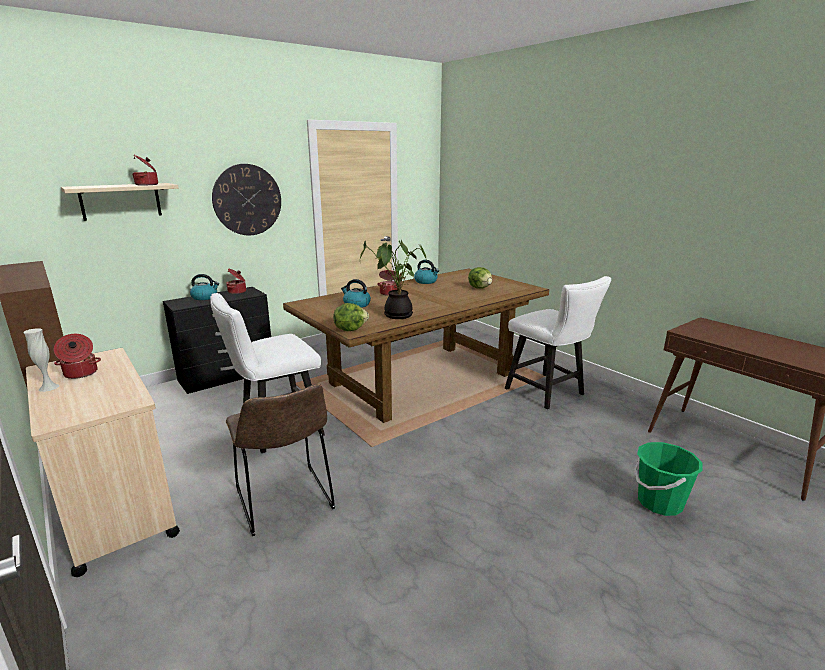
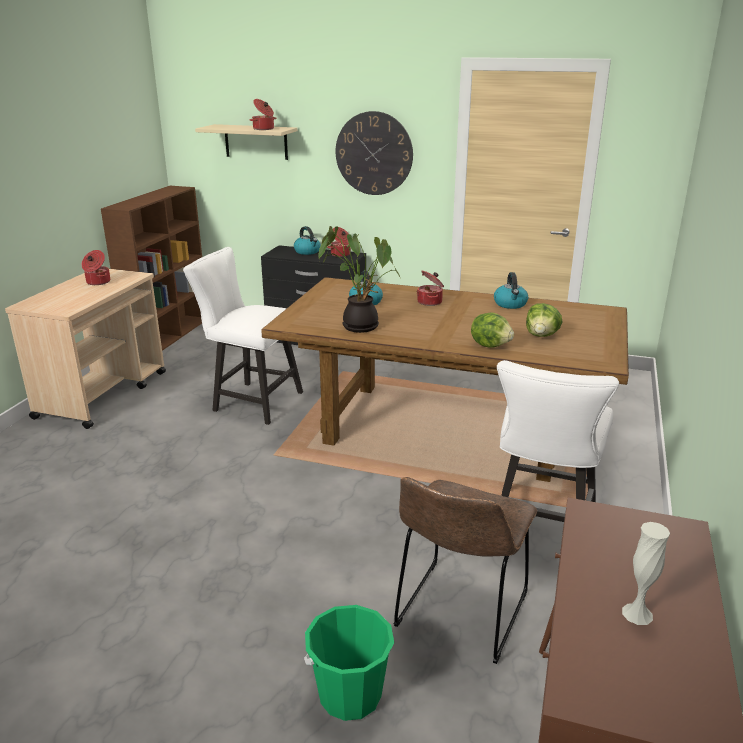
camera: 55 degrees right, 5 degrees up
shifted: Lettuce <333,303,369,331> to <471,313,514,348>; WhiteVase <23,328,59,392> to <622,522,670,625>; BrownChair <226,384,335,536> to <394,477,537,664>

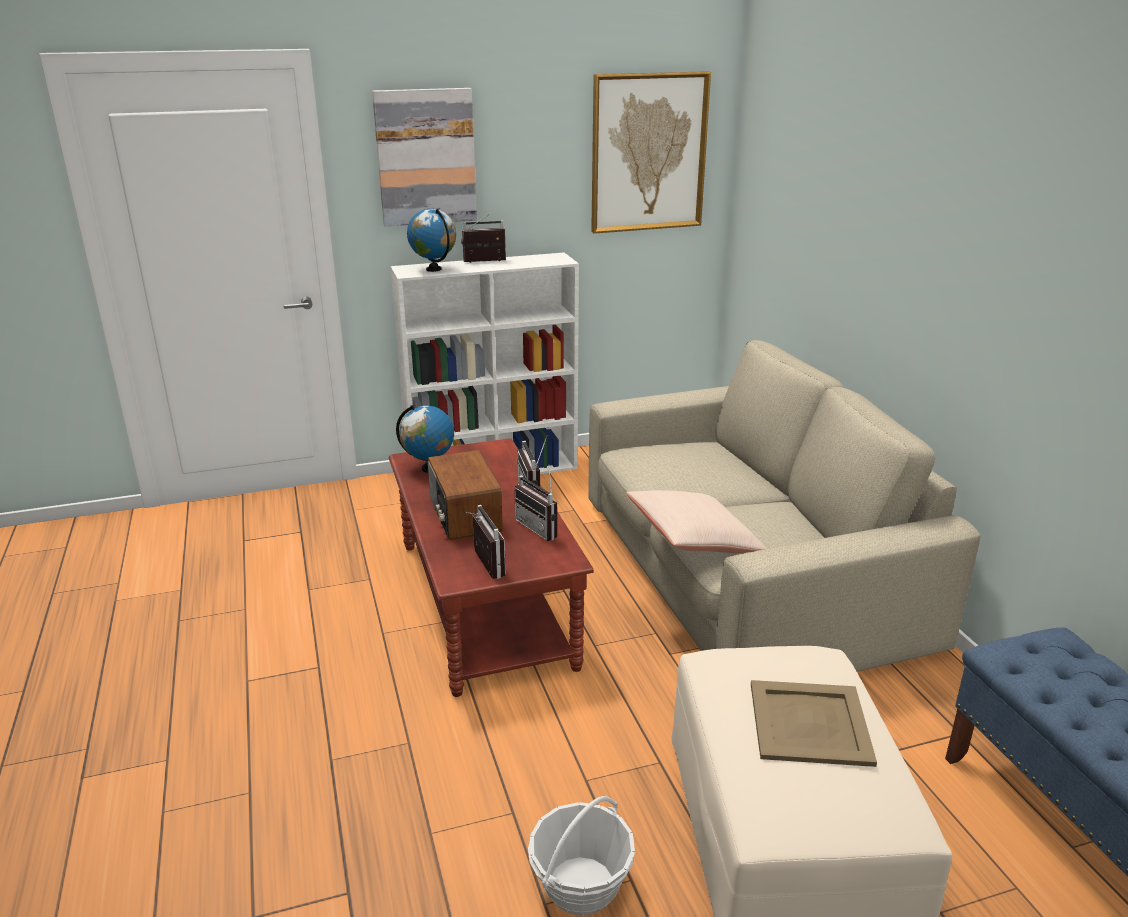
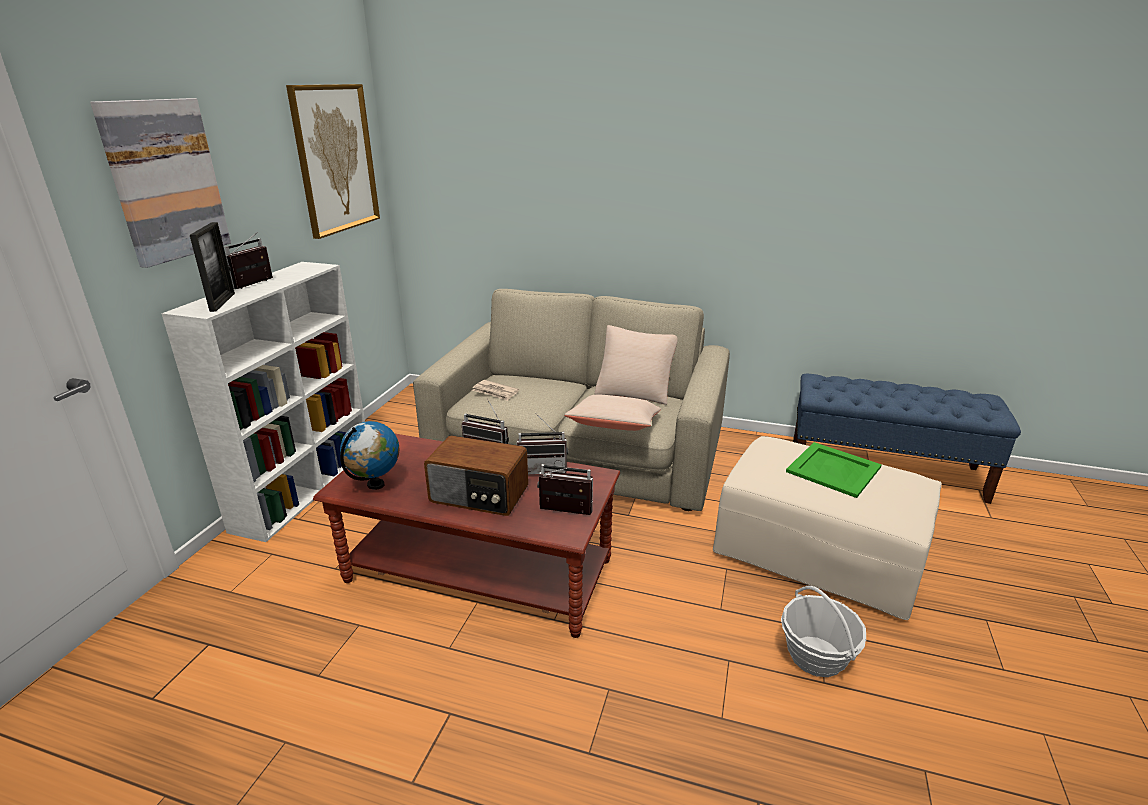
camera: 55 degrees left, 0 degrees up
new: BeigePillow <595,325,678,405>; Newspaper <472,380,519,401>
swapped: Globe <407,209,456,272> to PictureFrame <190,222,235,312>
repainted: BeigeTray <751,680,877,767> to GreenTray <786,442,882,498>

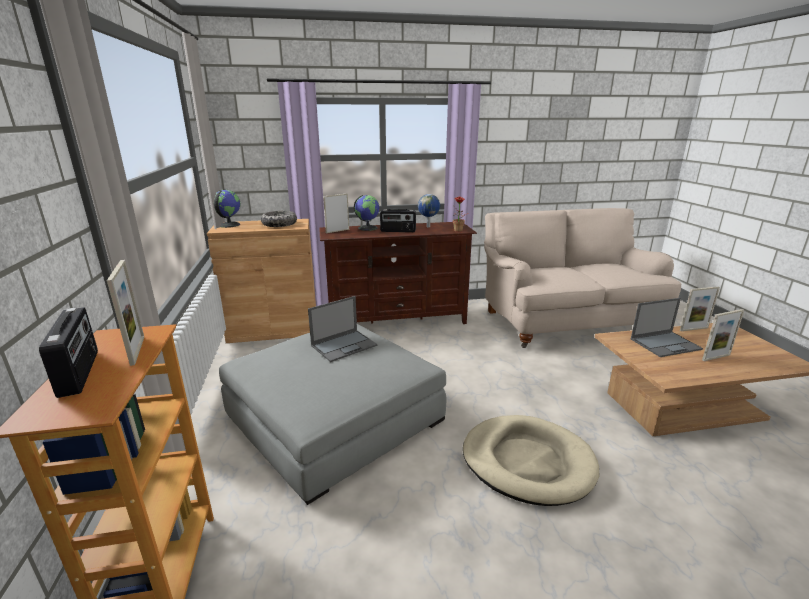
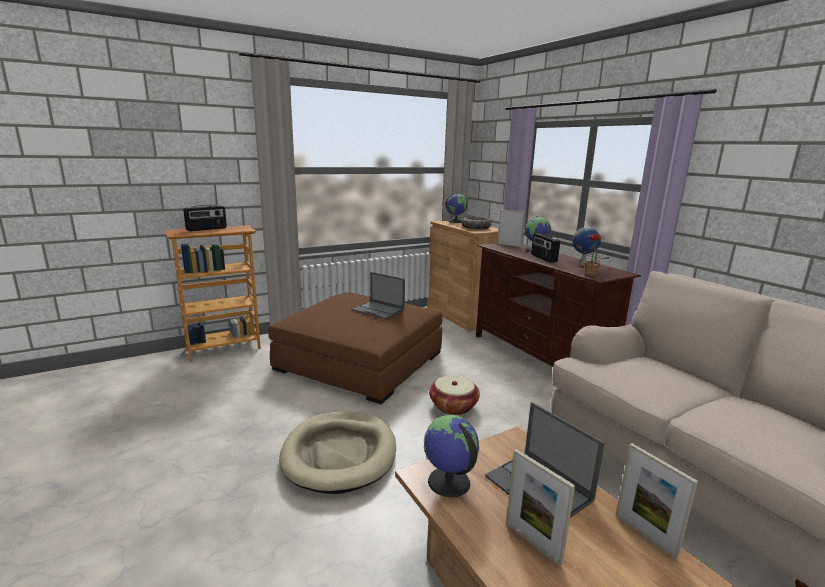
camera: 70 degrees right, 5 degrees down
gone: PictureFrame <107,260,144,366>
new: Basket <429,375,480,415>; Globe <424,415,479,497>
repainted: GreyOttoman <219,324,446,505> to BrownOttoman <268,293,442,404>

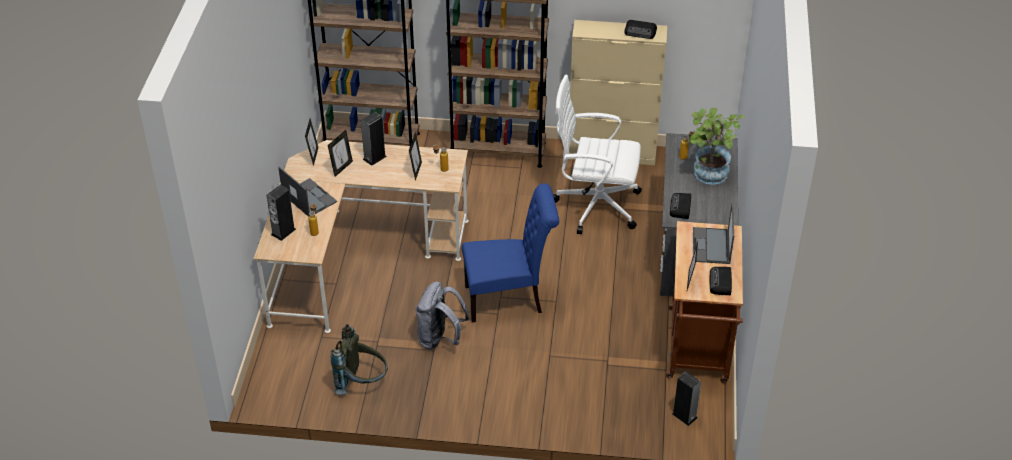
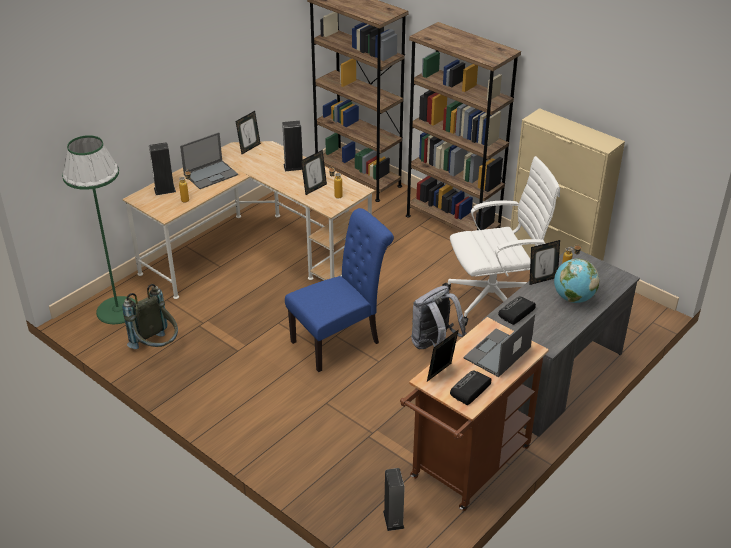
camera: 35 degrees right, 5 degrees down
gone: Radio <624,20,657,39>
new: GreenFloorLamp <62,135,136,324>
shifted: PictureFrame <328,130,353,177> to <529,240,560,285>; GreyBackpack <415,281,470,350> to <411,286,466,349>
swapped: PottedPlant <689,108,744,185> to Globe <554,259,599,303>
rotated: WhiteOfficeChair <553,75,642,234> = <442,156,560,326> 120 degrees clockwise; Laptop <278,167,337,217> = <180,132,238,189> 60 degrees clockwise; BlueChair <462,184,559,322> = <285,208,394,372> 60 degrees counterclockwise

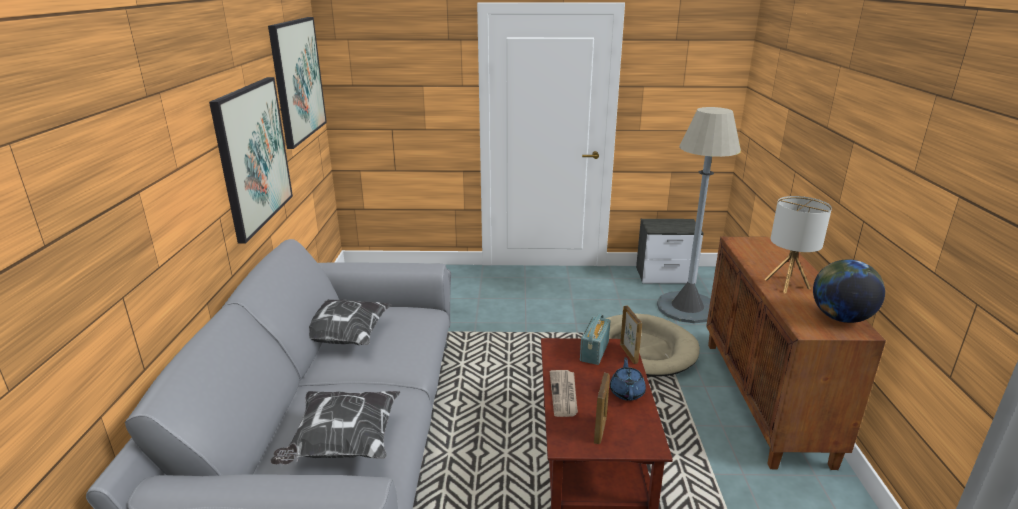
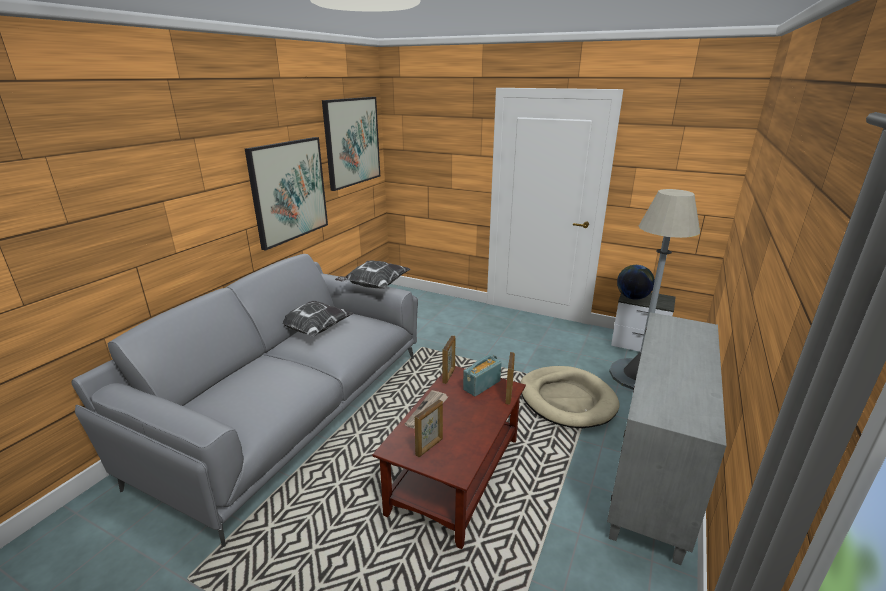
camera: 25 degrees right, 0 degrees up
gone: TableLamp <764,196,832,293>; BlueTeapot <610,357,646,401>
new: PictureFrame <442,336,455,384>
shifted: Globe <813,259,885,323> to <617,265,655,300>; Pillow <270,391,400,465> to <335,261,410,289>
repainted: BrownCabinet <706,237,886,470> to GreyCabinet <607,312,727,565>

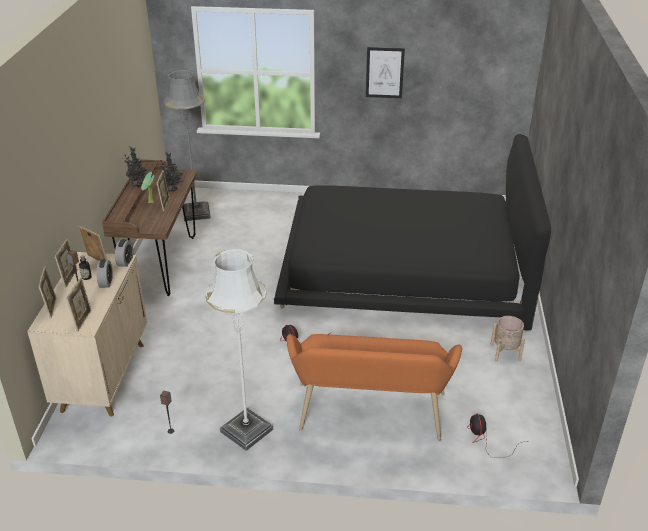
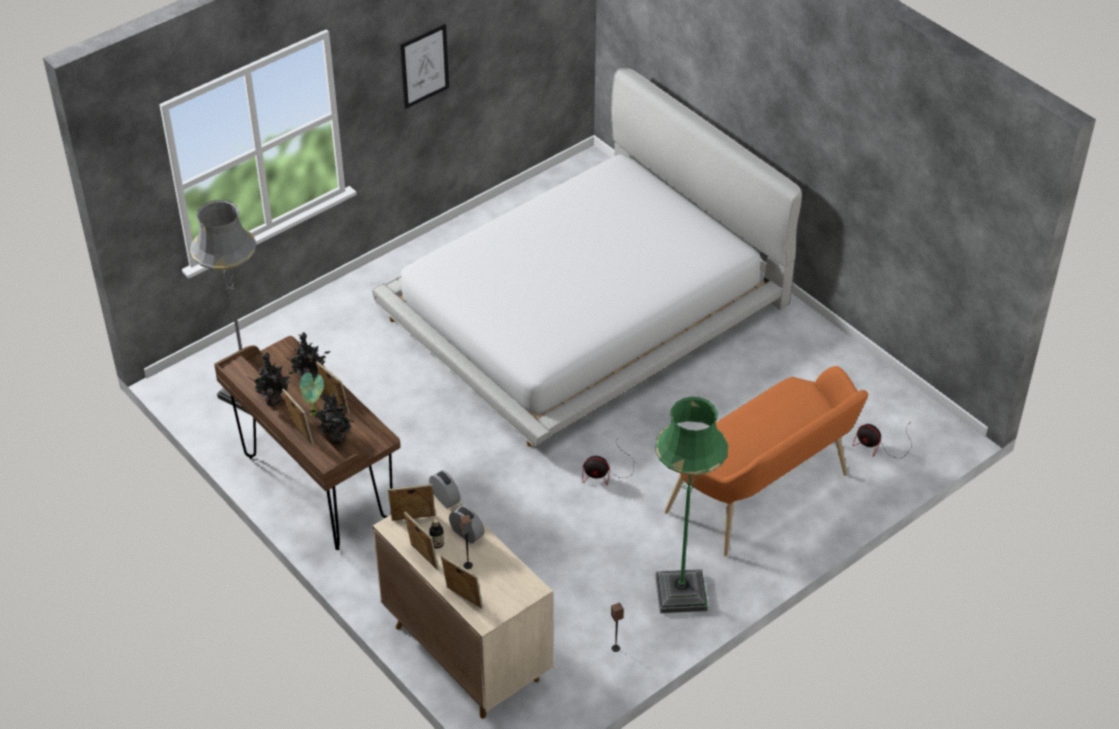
camera: 45 degrees left, 10 degrees up
gone: BeigePlanter <491,316,525,362>
new: PottedPlant <310,392,357,444>
shifted: PictureFrame <66,278,92,332> to <282,389,314,445>
repainted: BlackBed <274,134,551,330> to WhiteBed <372,68,802,447>; WhiteFloorLamp <205,249,273,451> to GreenFloorLamp <655,397,728,613>

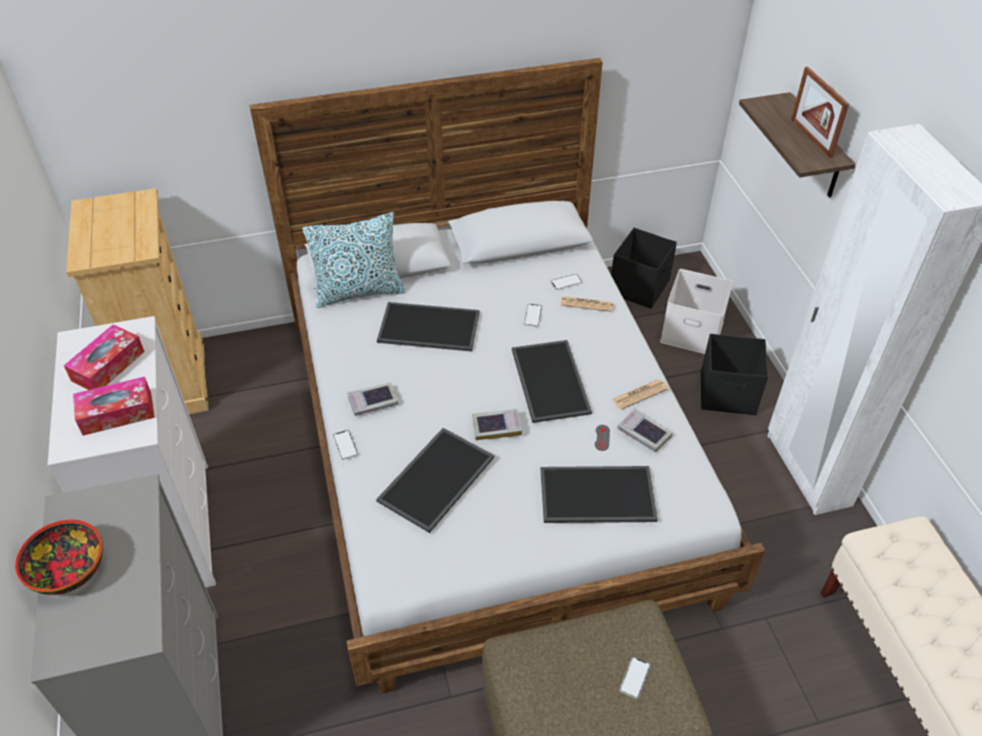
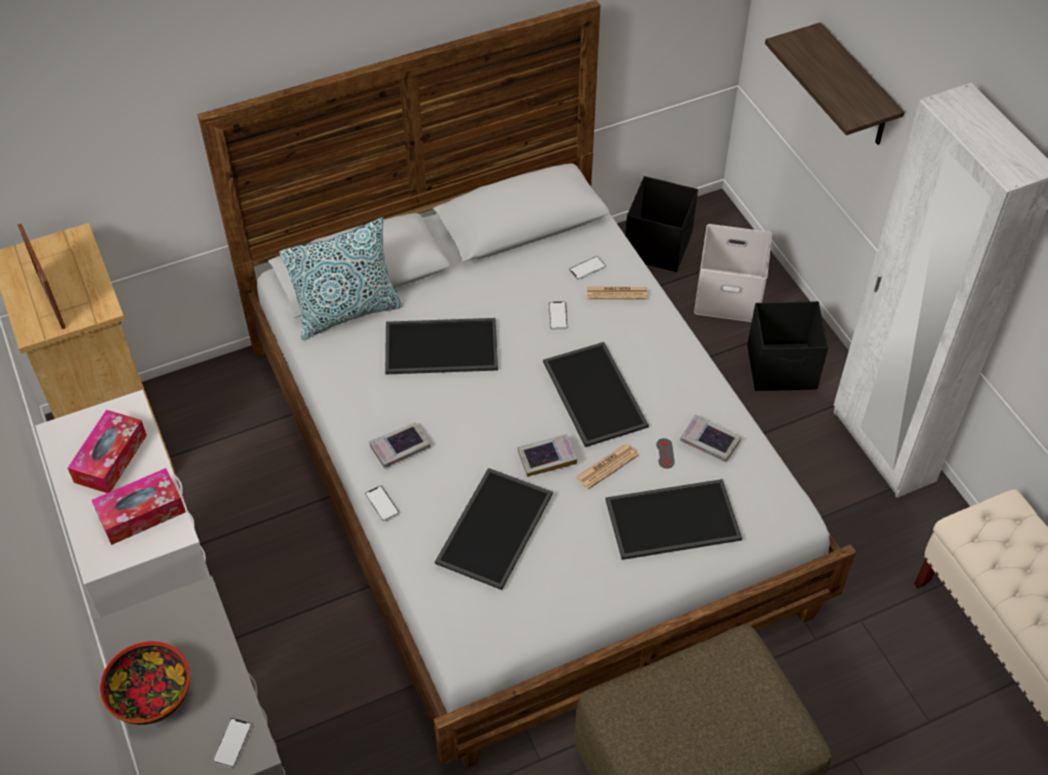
camera: 10 degrees left, 5 degrees up
shifted: PictureFrame <791,67,849,158> to <18,224,66,329>; Newspaper <612,379,668,410> to <575,444,638,489>; Phone <619,657,651,699> to <212,718,252,768>

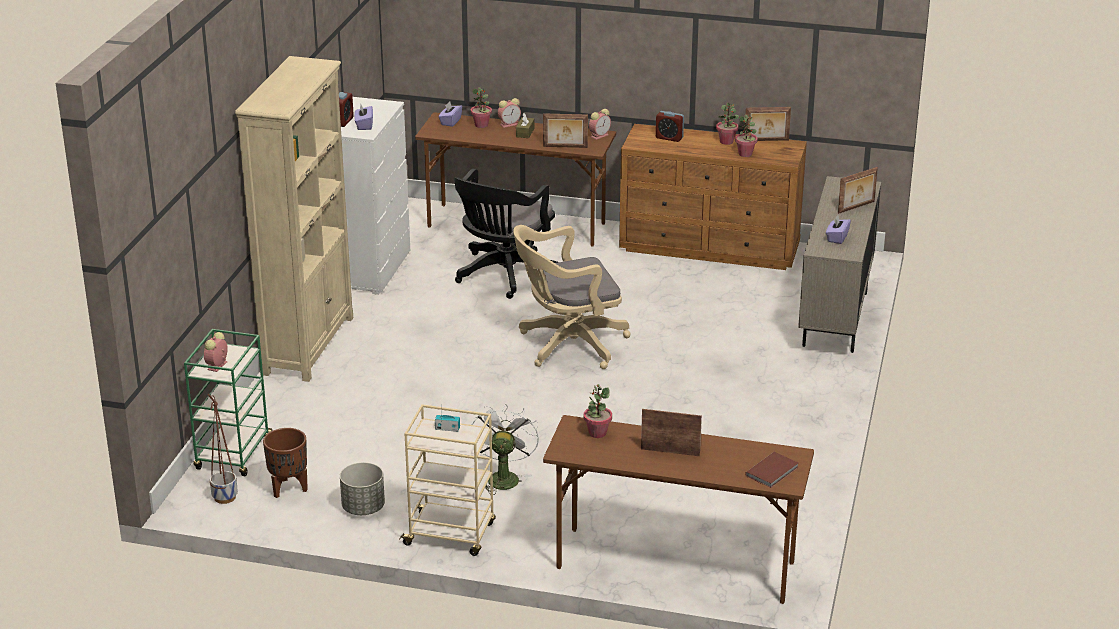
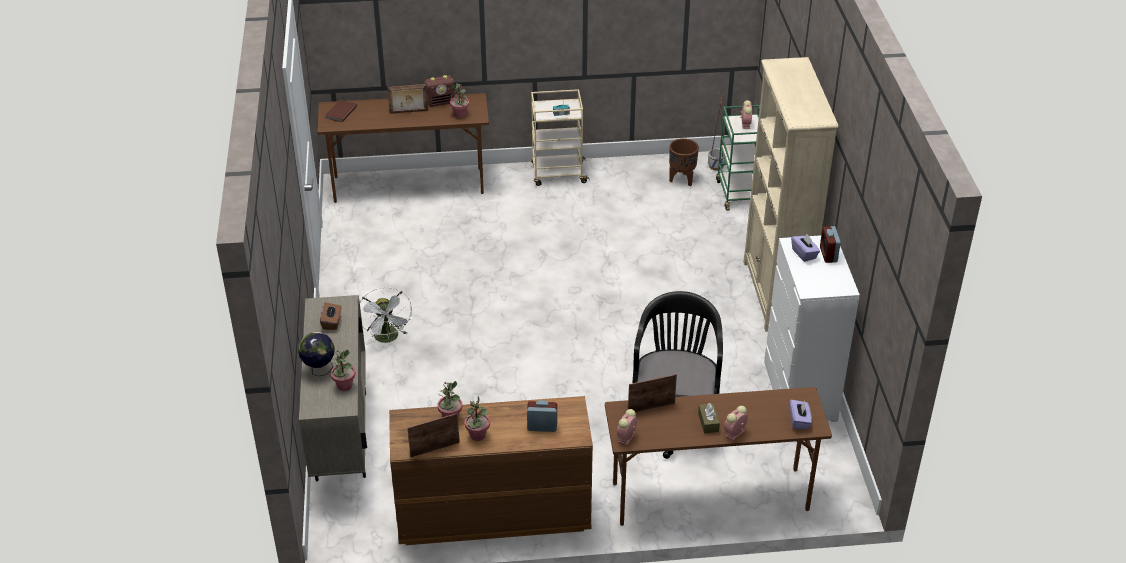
camera: 160 degrees right, 10 degrees up
gone: BeigeOfficeChair <513,225,631,369>; GreyPlanter <340,462,385,515>
new: Radio <425,75,455,107>
shifted: PottedPlant <471,87,492,128> to <331,349,355,391>; WhiteFan <471,402,539,495> to <360,287,412,345>
swapped: PictureFrame <838,167,878,214> to Globe <298,332,335,376>
repainted: PurpleTissueBox <826,215,851,244> to BrownTissueBox <320,302,341,330>

